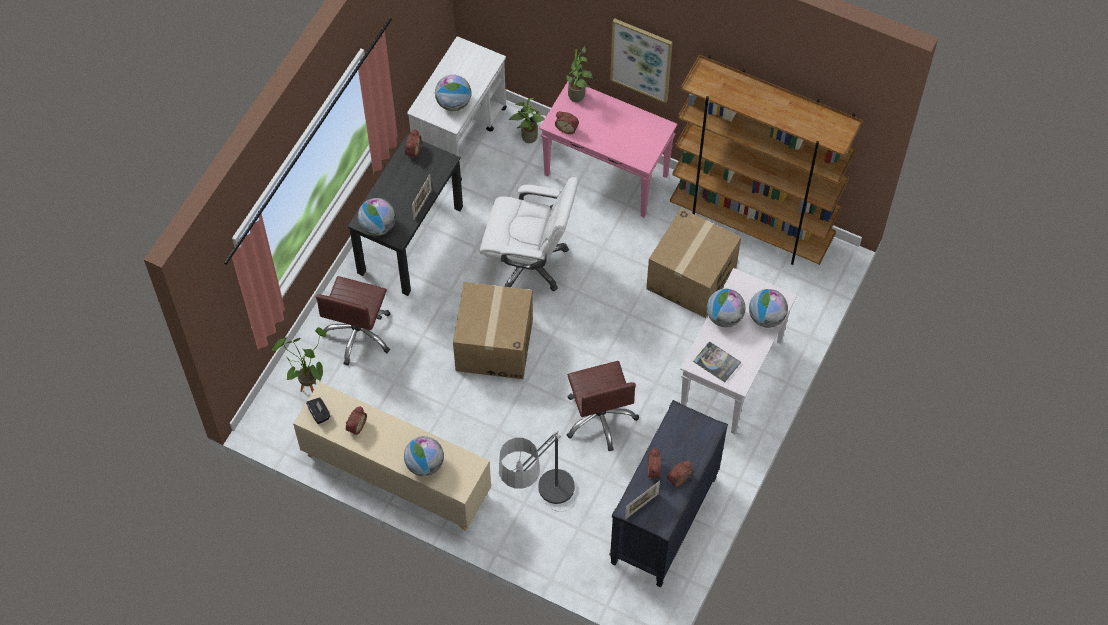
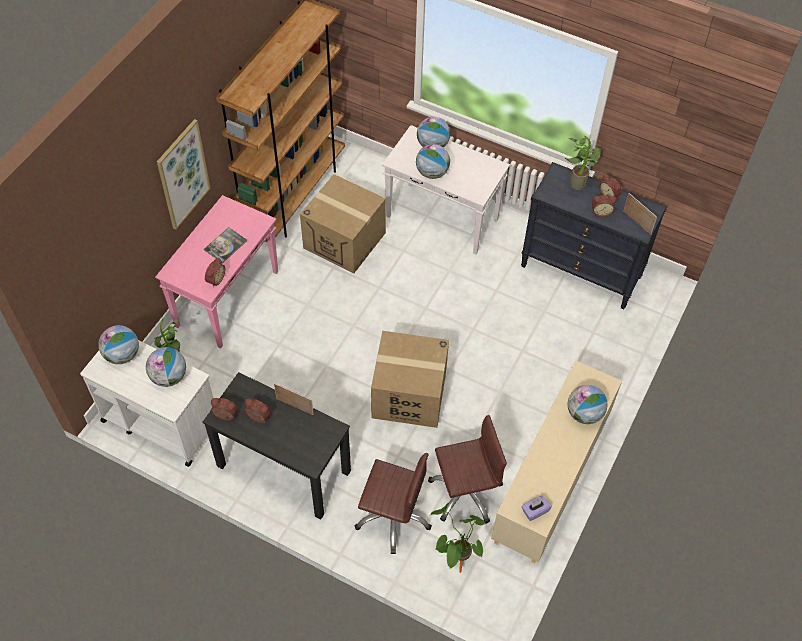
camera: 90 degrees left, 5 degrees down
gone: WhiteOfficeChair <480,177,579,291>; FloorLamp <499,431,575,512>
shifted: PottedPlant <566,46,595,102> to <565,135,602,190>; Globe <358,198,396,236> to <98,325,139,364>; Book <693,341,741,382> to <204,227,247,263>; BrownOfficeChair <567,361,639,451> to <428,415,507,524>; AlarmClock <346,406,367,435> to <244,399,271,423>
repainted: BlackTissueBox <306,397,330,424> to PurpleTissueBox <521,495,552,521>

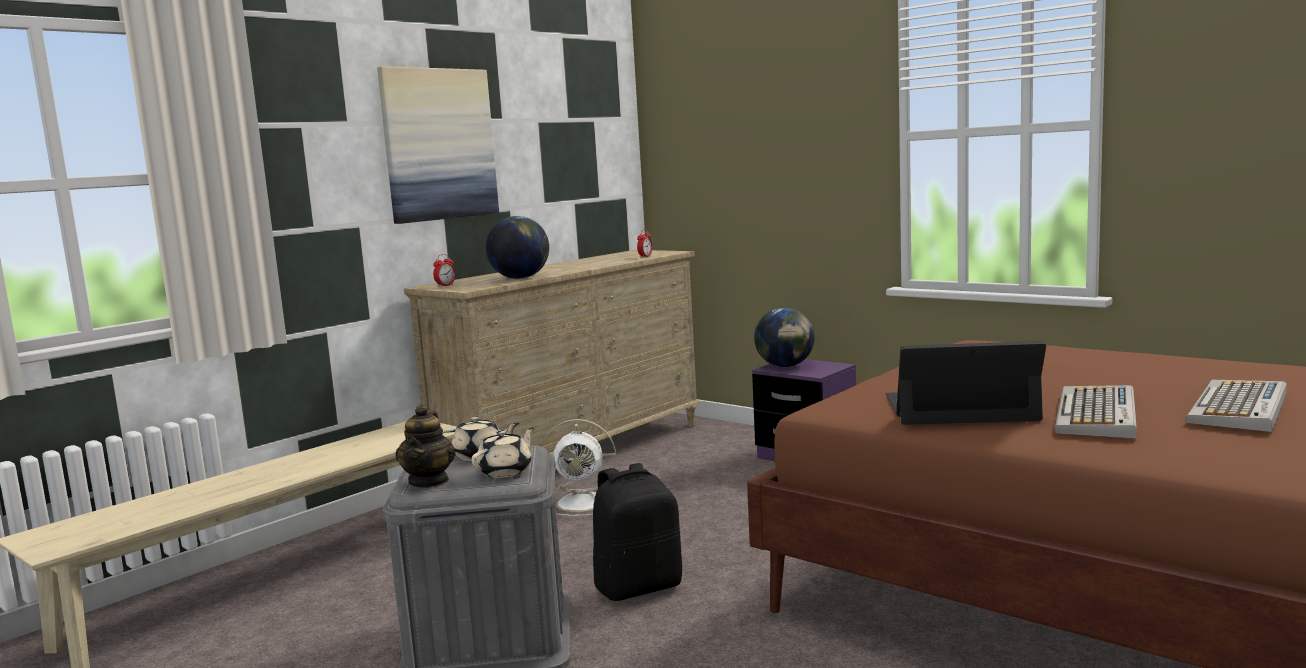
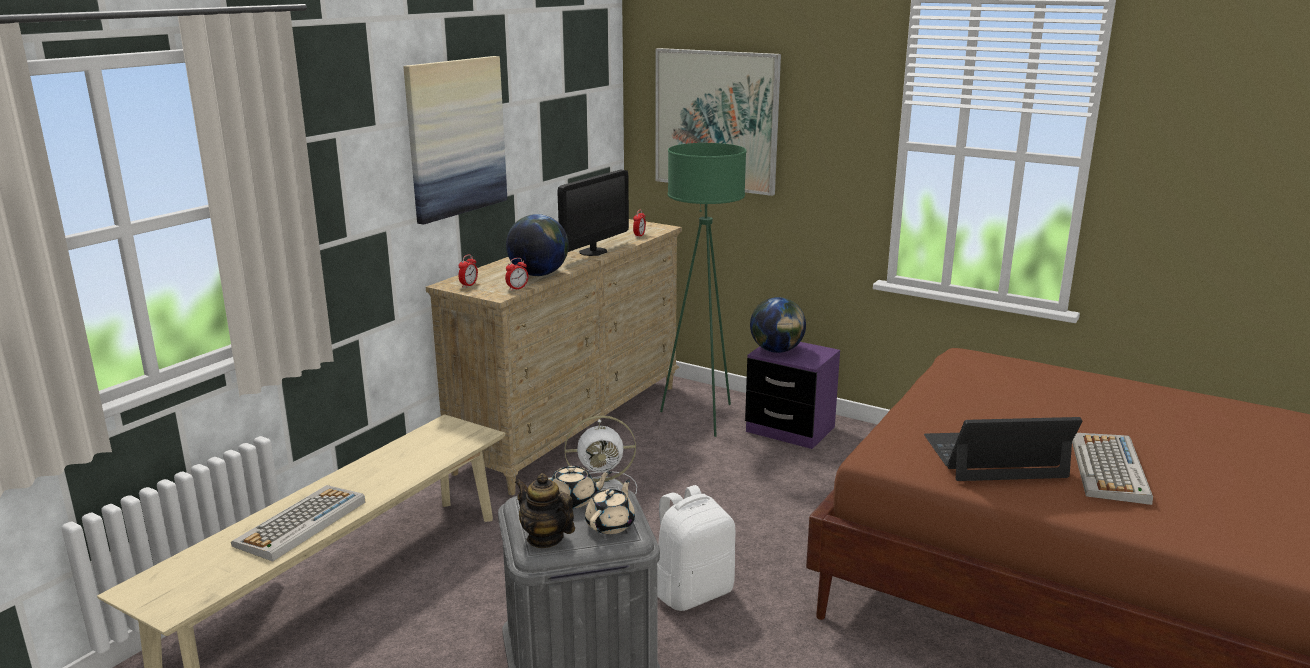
camera: 10 degrees left, 10 degrees up
new: Picture <656,48,781,196>; GreenFloorLamp <660,143,746,437>; Monitor <557,170,629,256>; AlarmClock <505,258,528,290>
shifted: Keyboard <1186,380,1287,432> to <231,485,365,562>
repainted: BlackBackpack <593,463,682,601> to WhiteBackpack <658,485,735,611>
rotated: Teapot <396,404,456,488> = <515,473,575,548> 135 degrees clockwise

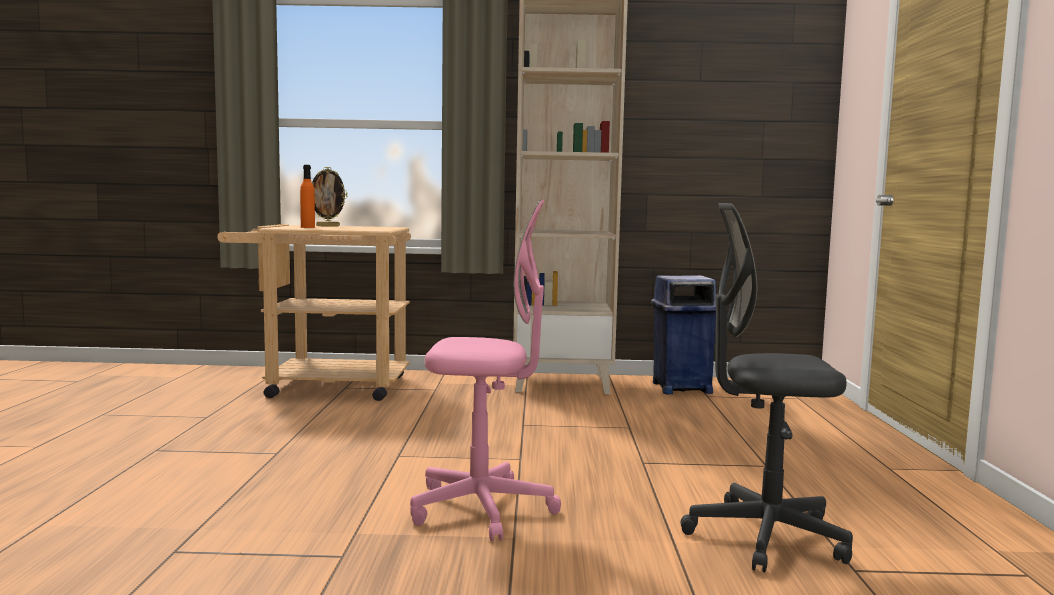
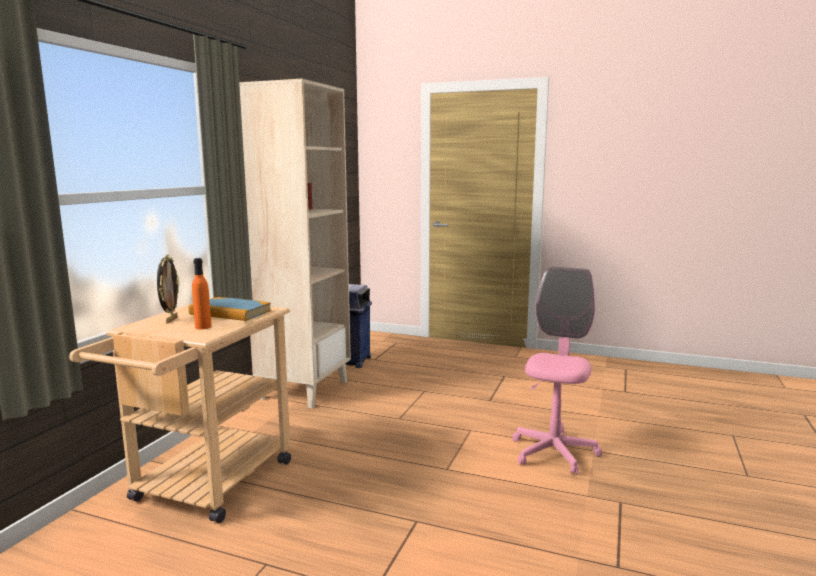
camera: 70 degrees left, 5 degrees up
gone: GreyOfficeChair <680,203,853,572>
new: Book <189,297,271,321>

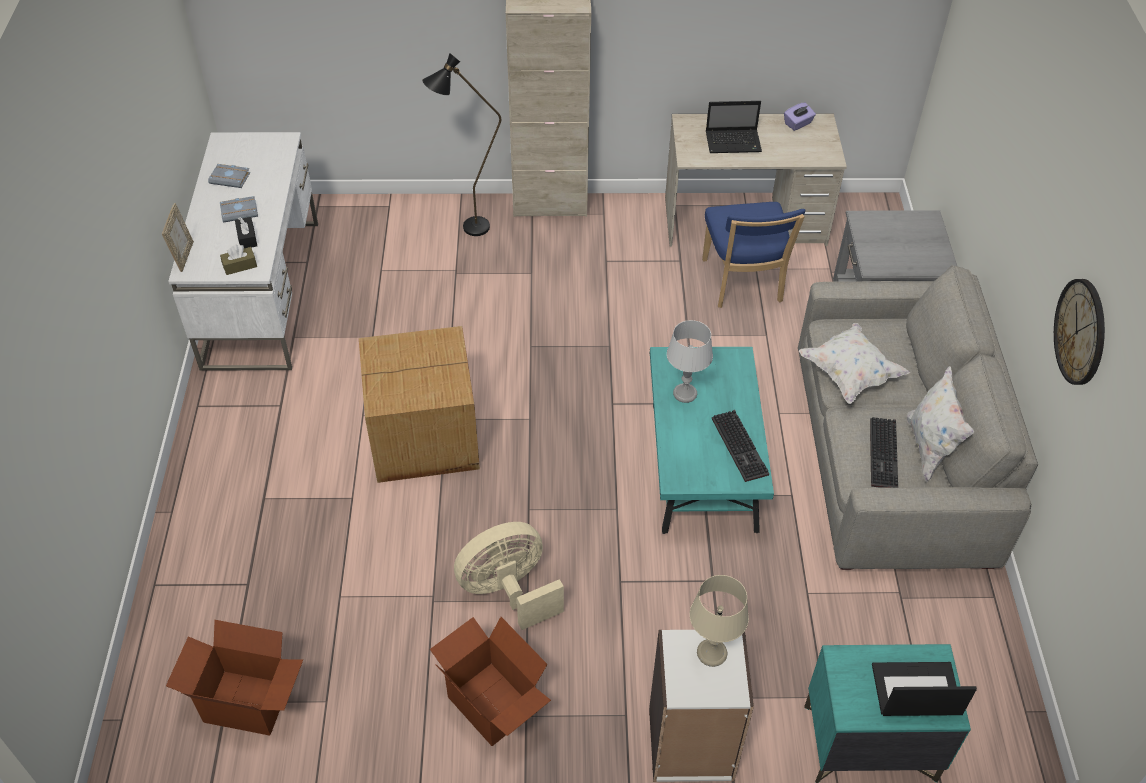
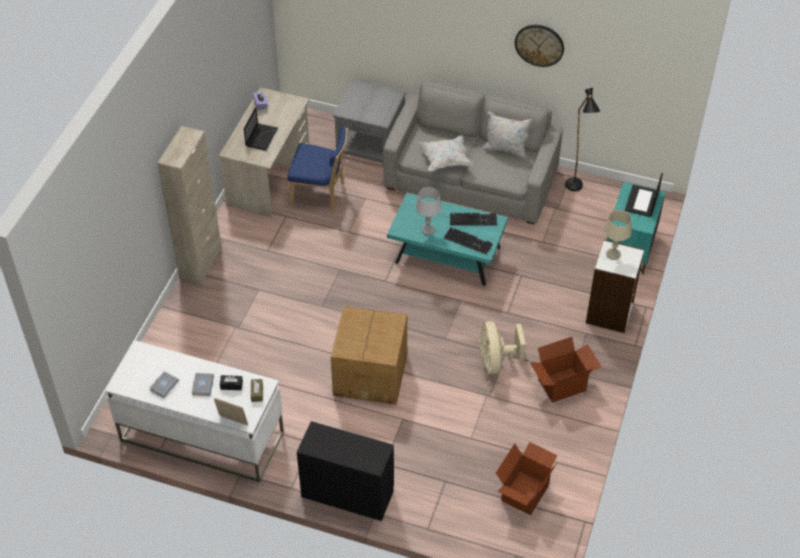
camera: 70 degrees left, 0 degrees up
new: BlackDresser <297,421,394,521>
shifted: BlackFloorLamp <422,53,501,236> to <565,88,600,191>; Keyboard <870,417,898,488> to <444,227,493,254>

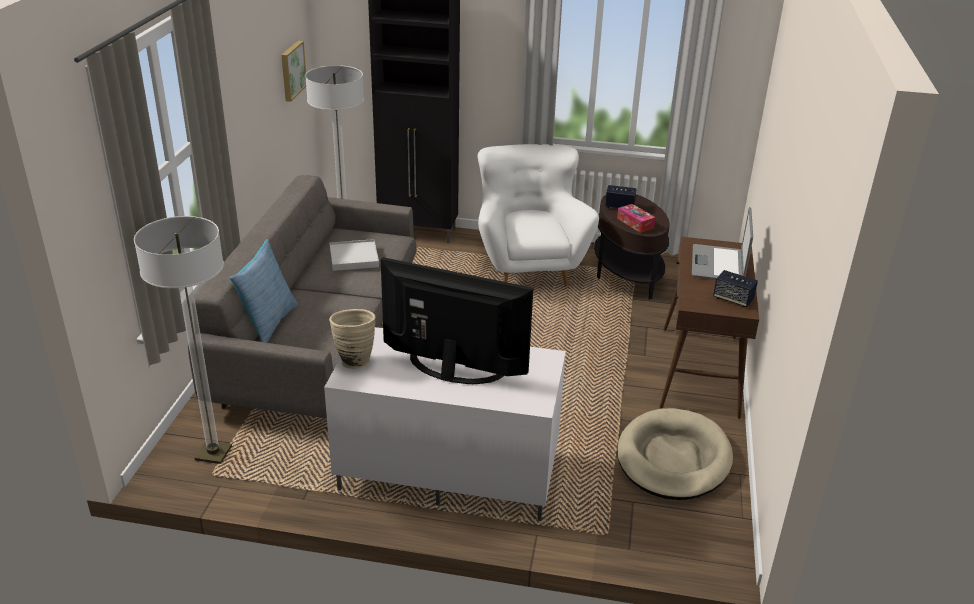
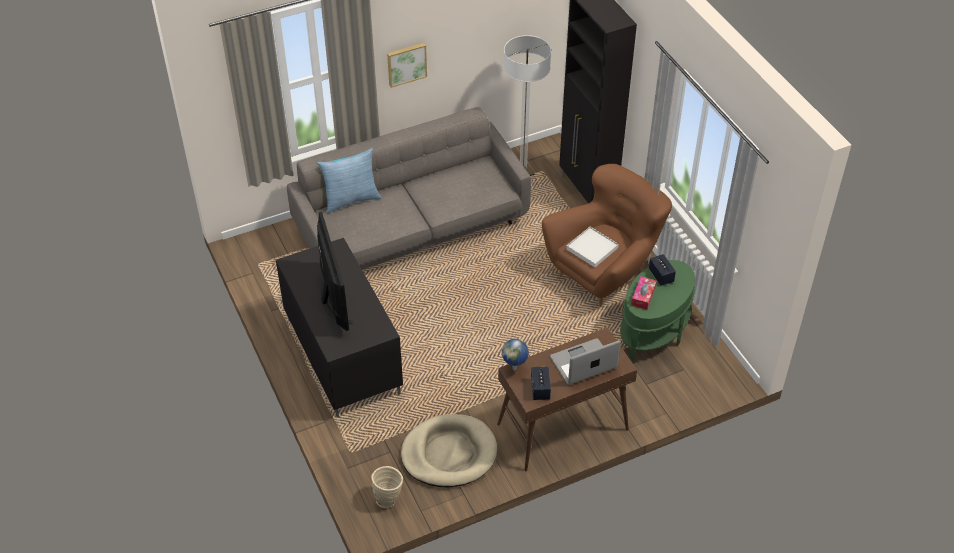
camera: 55 degrees right, 15 degrees up
gone: FloorLamp <134,216,232,464>
new: Globe <502,339,529,371>
shifted: Picture <281,41,306,102> to <387,43,427,88>; WhiteTray <330,239,379,271> to <566,227,619,267>; BeigeVase <329,309,375,369> to <371,466,403,508>
repainted: WhiteArmchair <478,144,599,286> to BrownArmchair <542,164,672,307>; BrownSideTable <594,194,669,300> to GreenSideTable <620,260,695,361>; WhiteTvStand <324,327,566,521> to BlackTvStand <276,238,403,418>

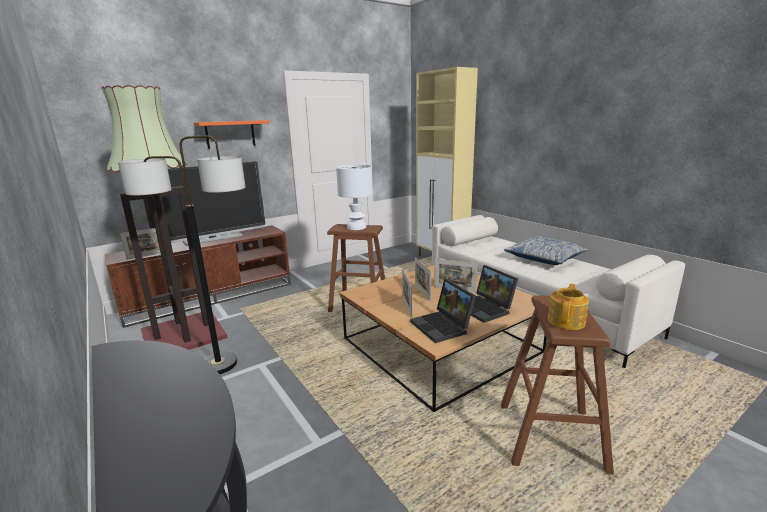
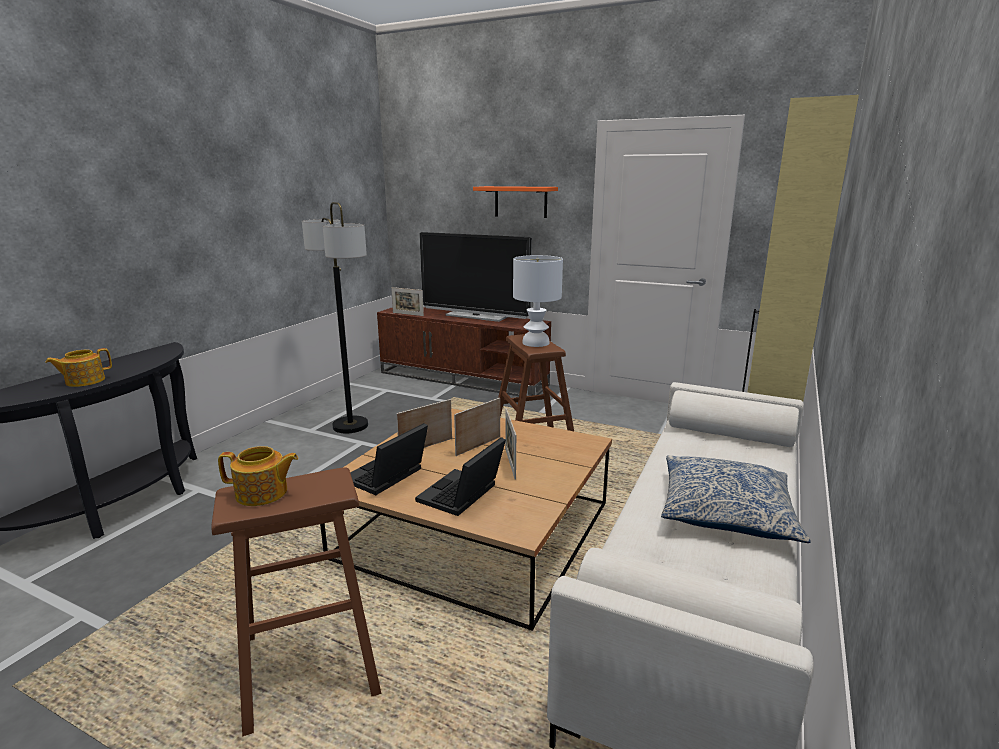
camera: 60 degrees right, 0 degrees up
gone: FloorLamp <102,85,228,350>
new: Teapot <45,348,112,387>

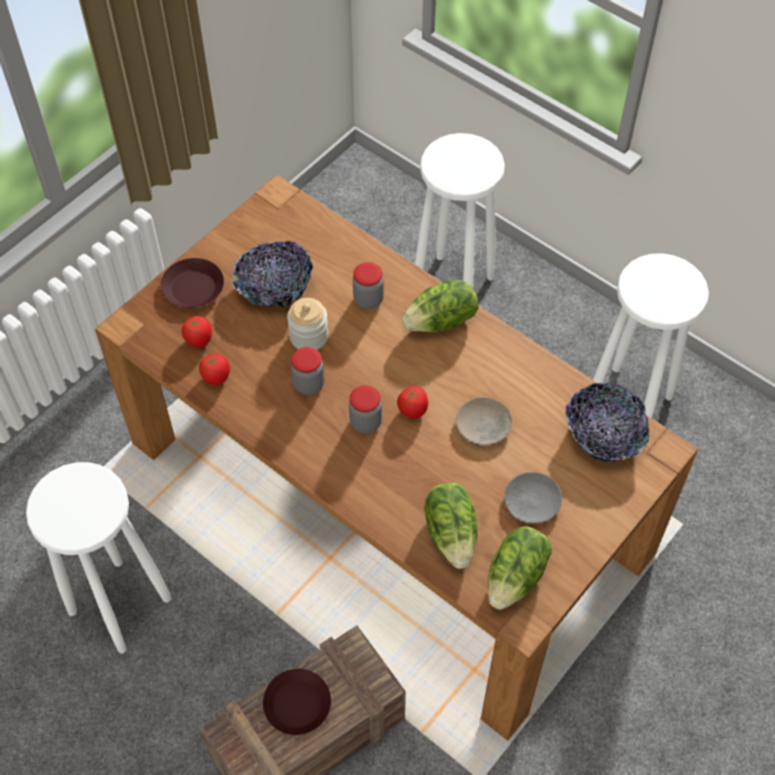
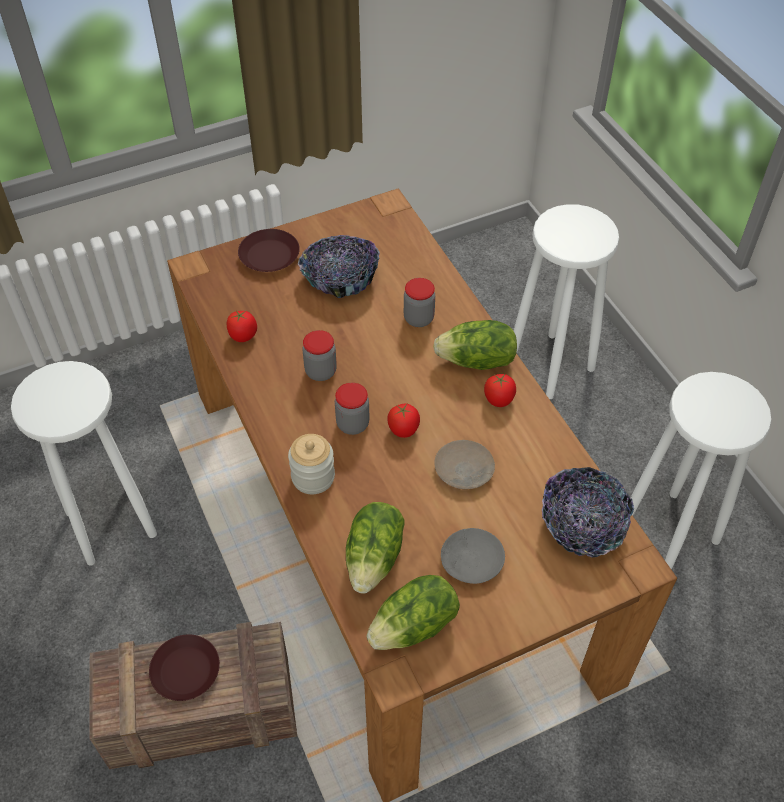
camera: 25 degrees right, 5 degrees down
shifted: Jar <287,298,328,350> to <288,434,335,494>; Tomato <182,316,212,347> to <484,374,516,407>

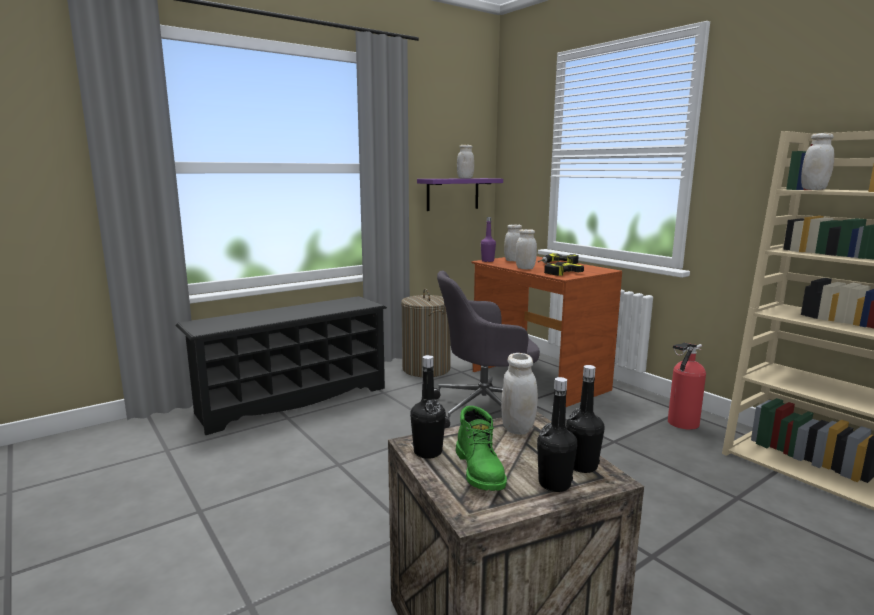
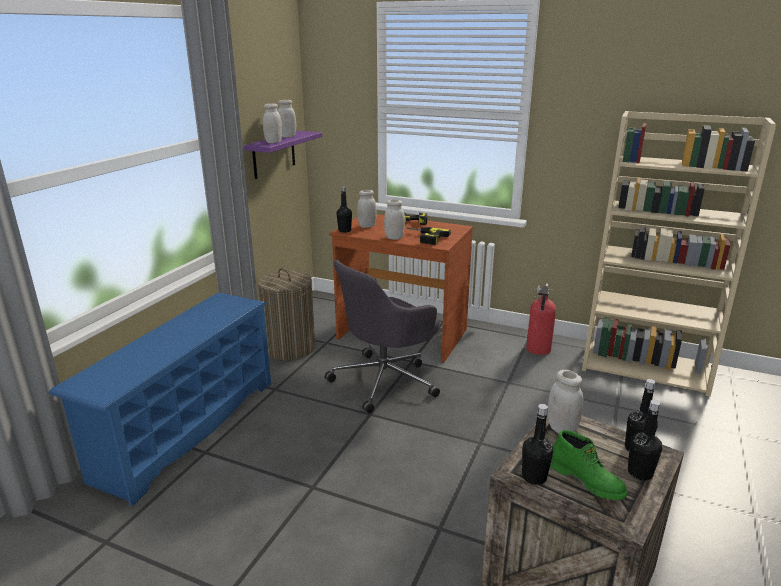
camera: 30 degrees left, 10 degrees up
shifted: WhiteJar <801,133,834,190> to <263,103,282,143>
repainted: PurpleBottle <481,217,496,262> to BlackBottle <336,186,352,233>; BlackShoeRack <176,296,387,435> to BlueShoeRack <49,293,271,506>

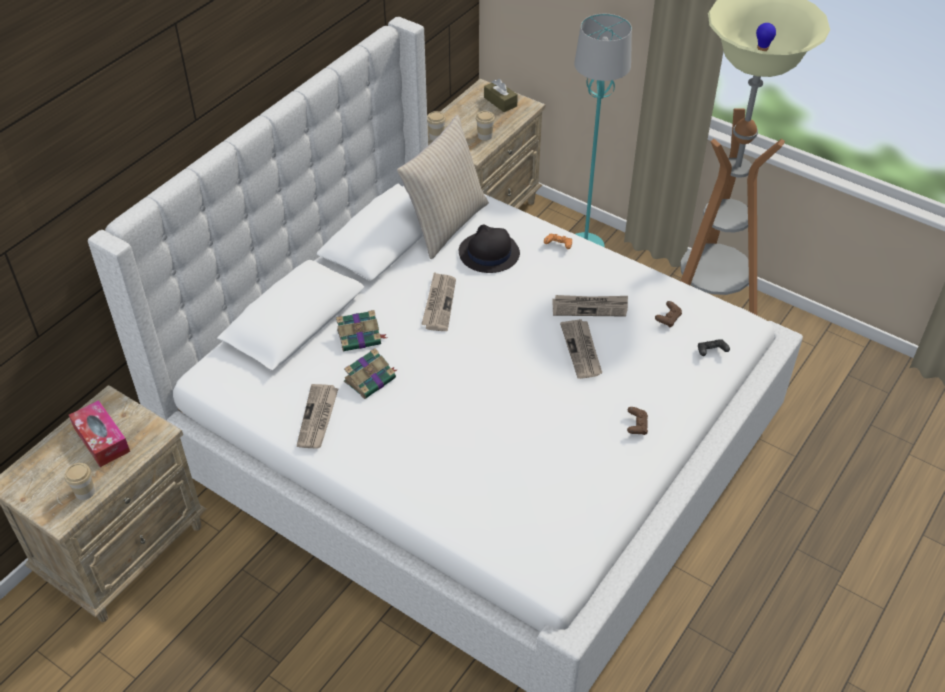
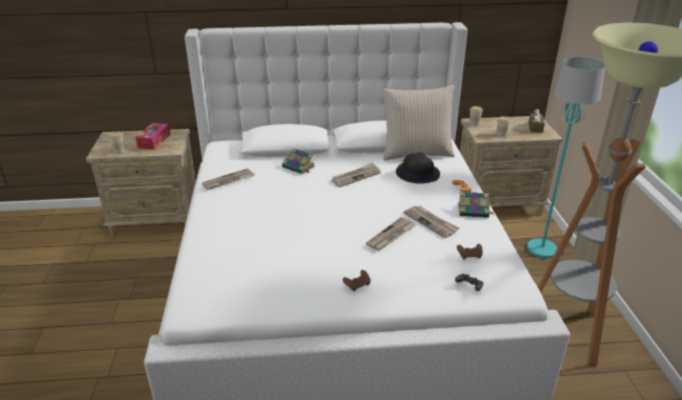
camera: 50 degrees right, 15 degrees down
shifted: Book <344,348,397,399> to <458,192,495,218>

